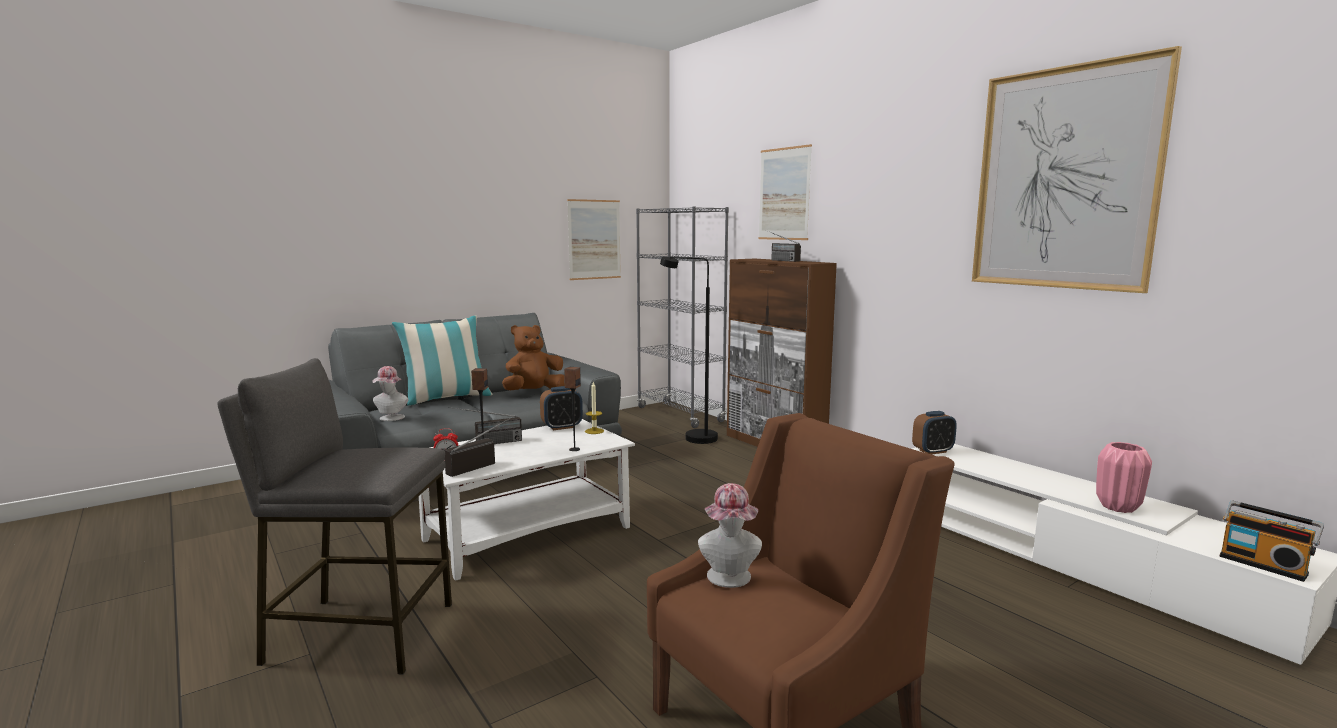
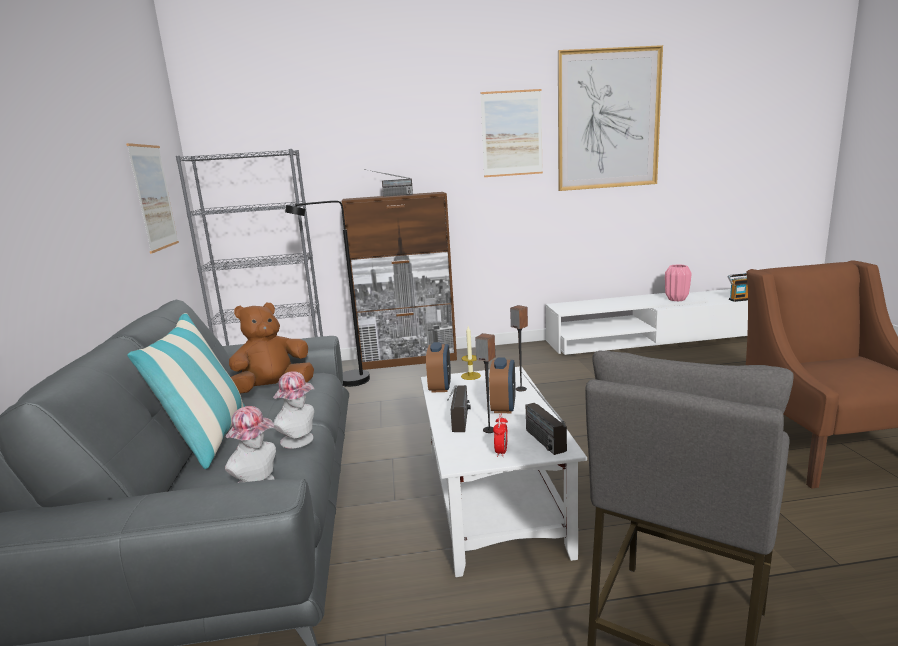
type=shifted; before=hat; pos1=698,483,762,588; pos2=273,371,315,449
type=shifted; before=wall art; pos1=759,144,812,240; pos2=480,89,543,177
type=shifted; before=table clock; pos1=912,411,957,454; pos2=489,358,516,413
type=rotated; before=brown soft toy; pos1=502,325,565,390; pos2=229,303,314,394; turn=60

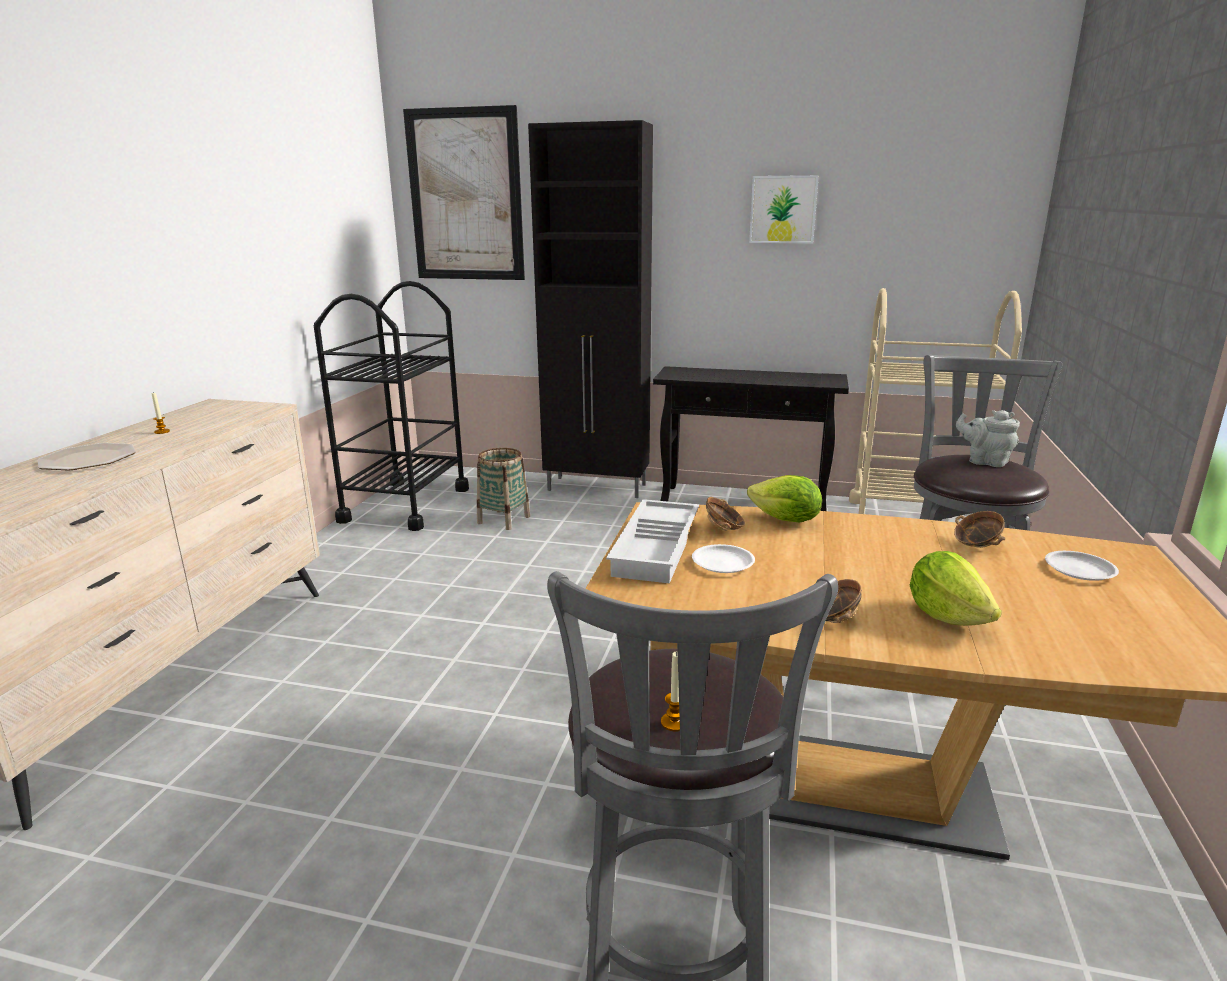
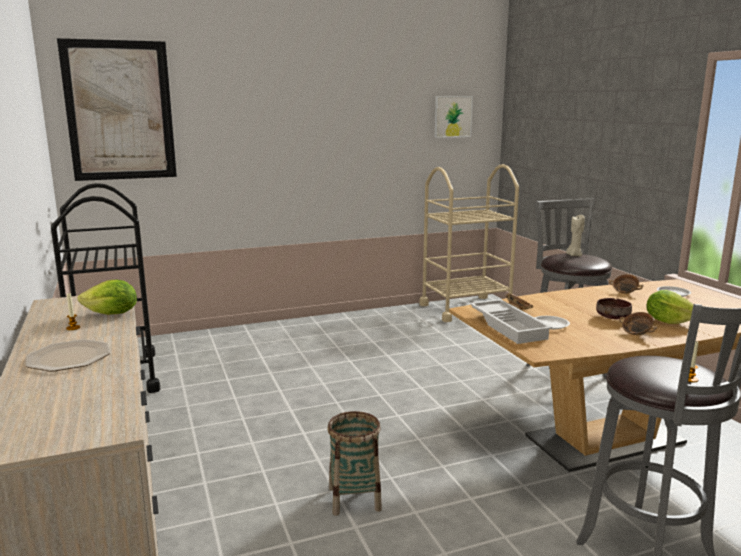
type=gone; before=blackish cupboard; pos1=528,120,653,498
type=gone; before=blackish console table; pos1=653,366,849,511
type=new; after=brown bowl; pos2=596,298,632,319
type=shifted; before=storage basket; pos1=477,448,530,530; pos2=327,411,382,516
type=shifted; before=lettuce; pos1=747,475,822,523; pos2=78,280,137,315
type=shifted; before=wall art; pos1=749,175,819,243; pos2=435,96,473,138
type=swapped; before=grey pot for tea; after=beige wax light; pos1=956,410,1020,467; pos2=566,215,585,256

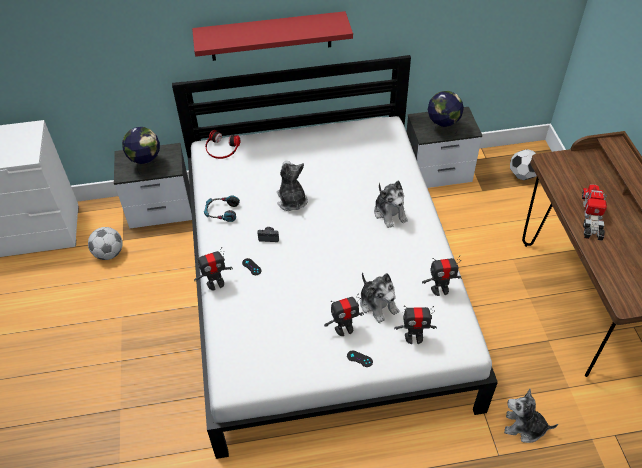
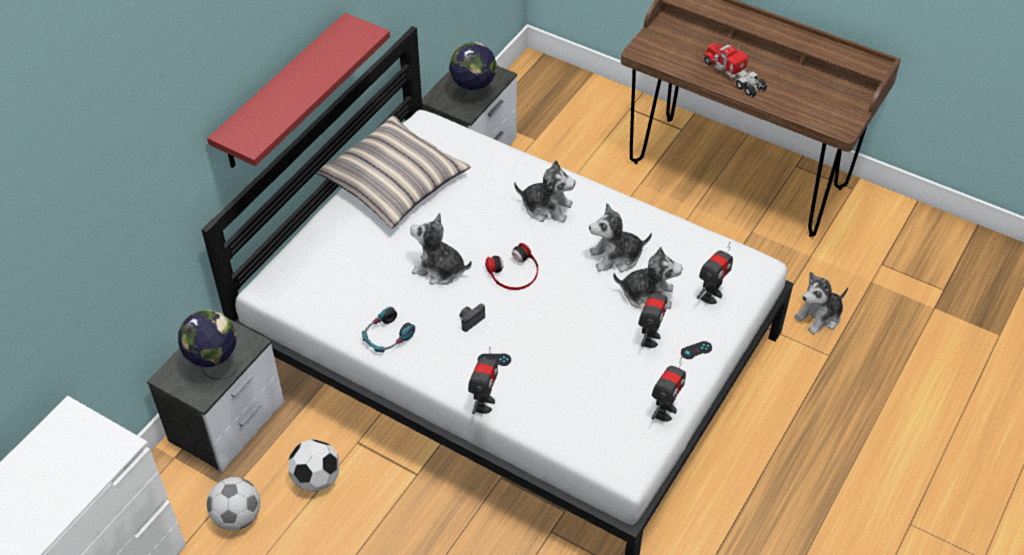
type=new; after=pillow; pos2=316,116,470,228
type=new; after=soft toy; pos2=589,203,652,272
type=shifted; before=pair of headphones; pos1=205,130,240,159; pos2=485,243,538,290
type=shifted; before=toy robot; pos1=422,255,461,296; pos2=652,357,686,422
type=shifted; before=football ball; pos1=510,149,537,180; pos2=288,439,339,491

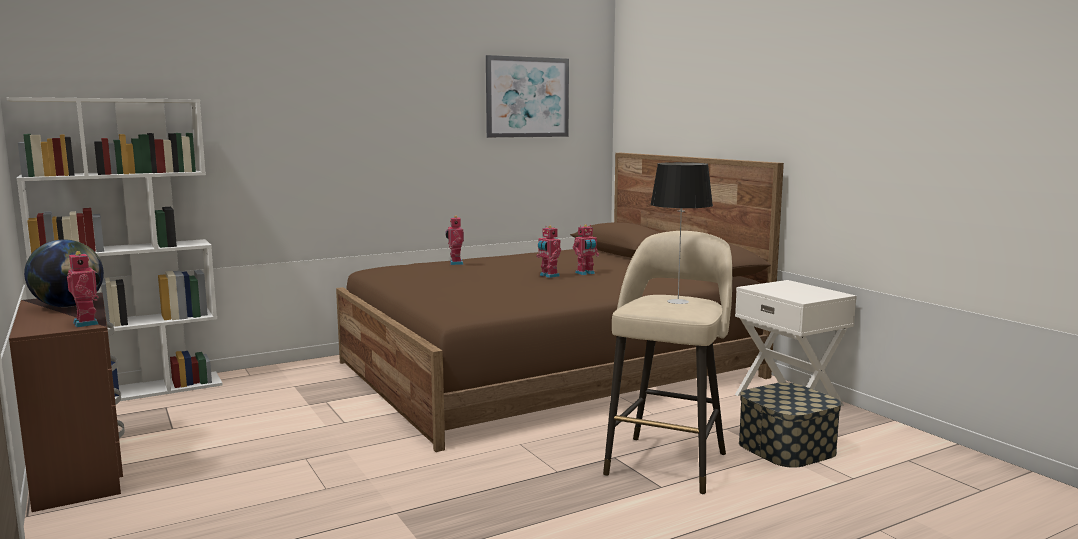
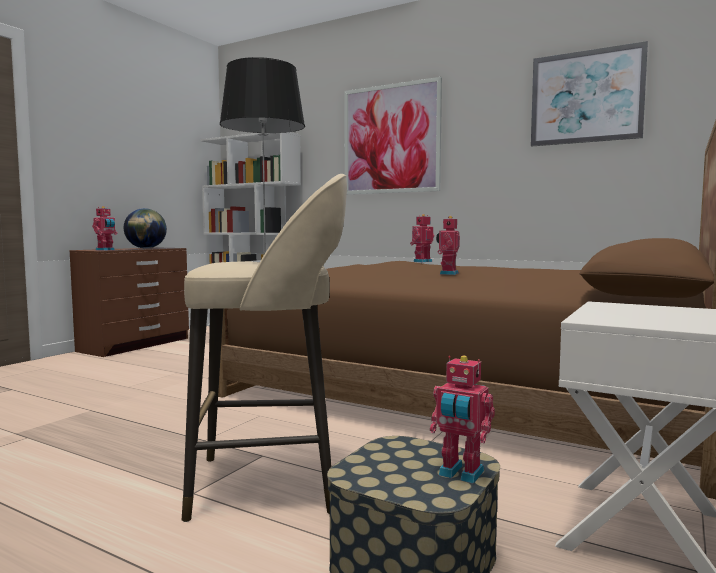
type=new; after=wall art; pos2=344,77,442,195
type=shifted; before=toy robot; pos1=573,224,599,275; pos2=430,356,495,484

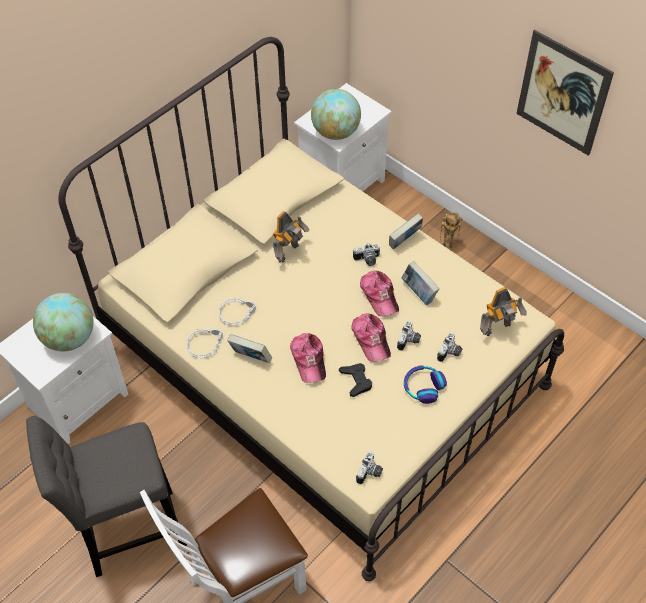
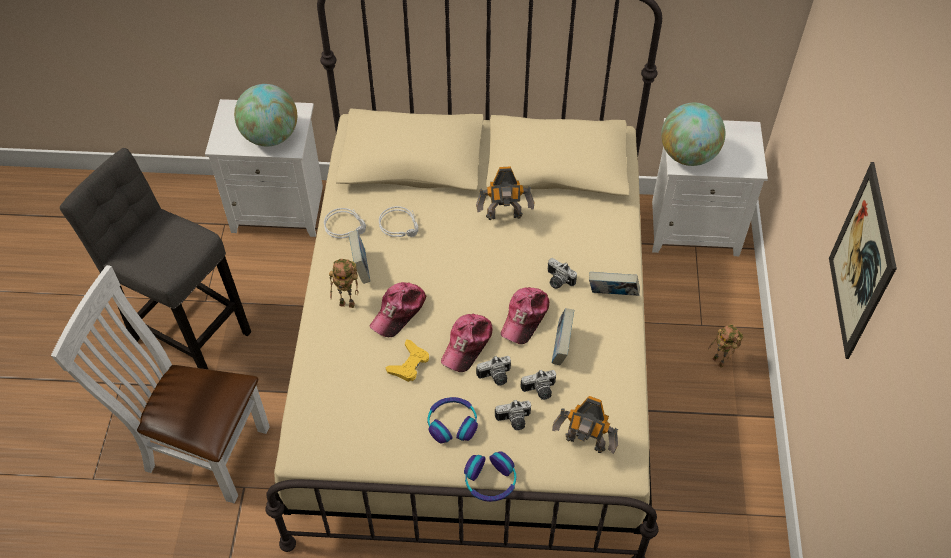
type=new; after=toy robot; pos2=329,259,358,308
type=new; after=pair of headphones; pos2=464,451,516,502
type=shifted; before=still camera; pos1=356,451,383,484; pos2=520,370,556,400
type=repainted; before=blackish gamepad; after=yellow gamepad; pos1=339,363,372,397; pos2=385,340,429,382

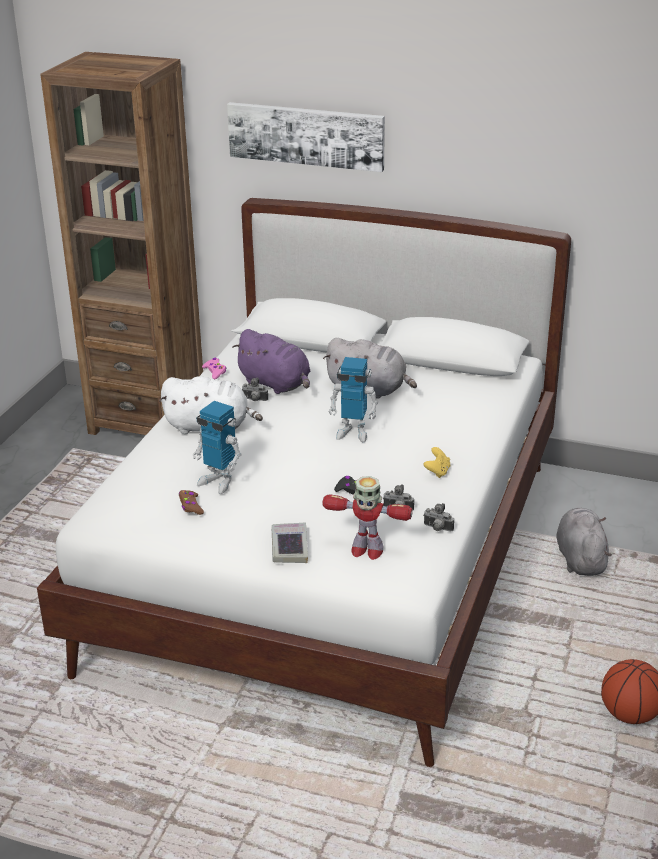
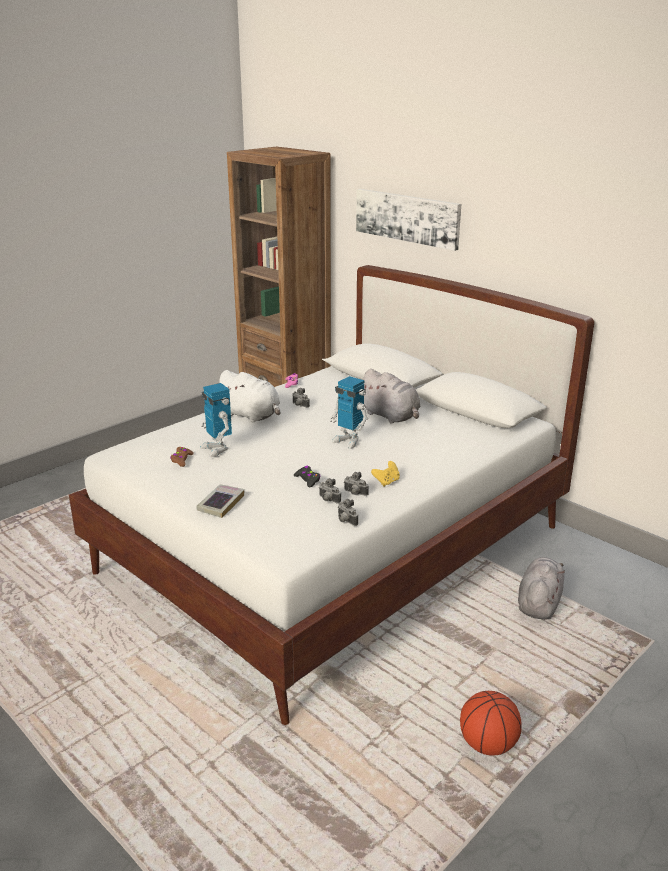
type=gone; before=purplish soft toy; pos1=232,329,310,394
type=gone; before=toy robot; pos1=322,476,413,560
type=new; after=still camera; pos2=344,472,369,496

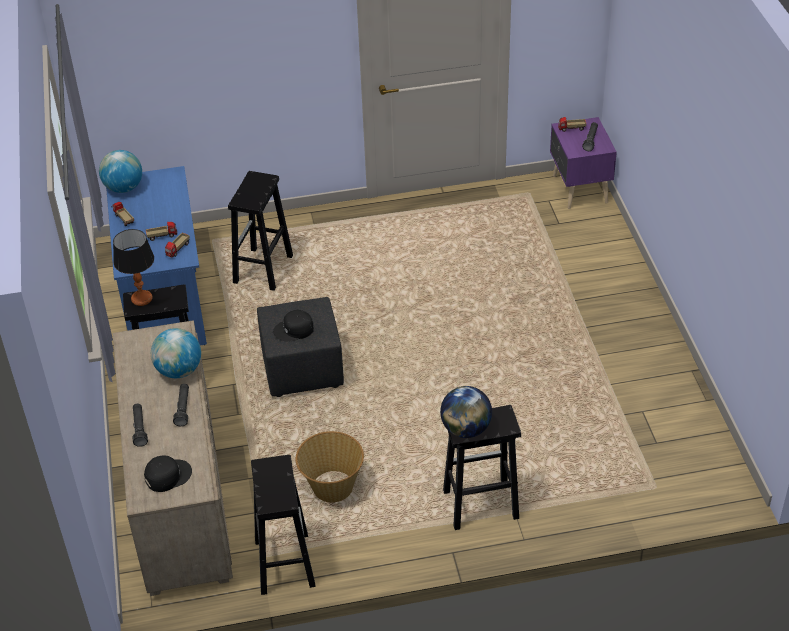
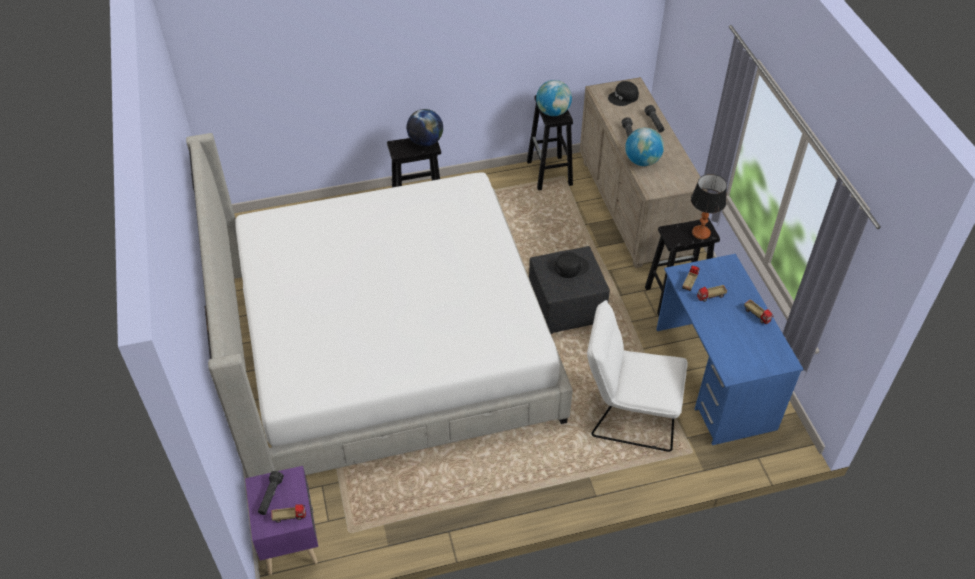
type=gone; before=storage basket; pos1=296,431,364,502
type=new; after=bedroom bed; pos2=186,133,573,478
type=shifted; before=globe; pos1=99,150,142,193; pos2=536,80,572,116
type=swapped; before=blackish stool; after=white upright chair; pos1=228,171,293,291; pos2=587,300,688,452

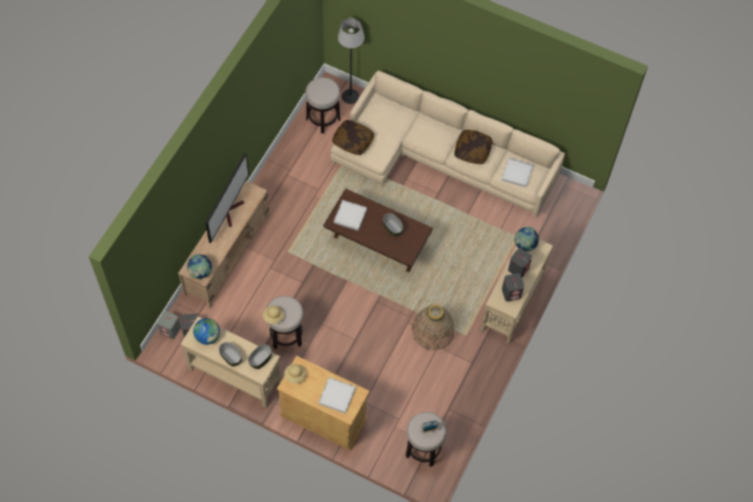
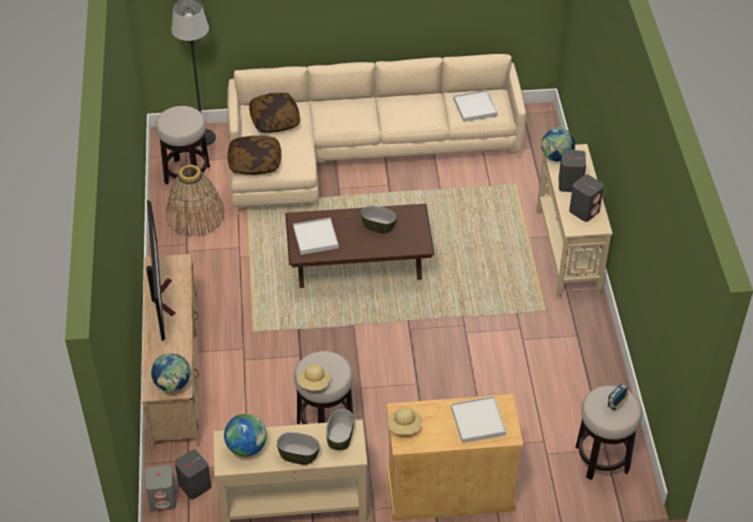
type=shifted; before=storage basket; pos1=412,304,455,350; pos2=166,165,225,237
type=shifted; before=pillow; pos1=454,130,492,164; pos2=249,93,300,133

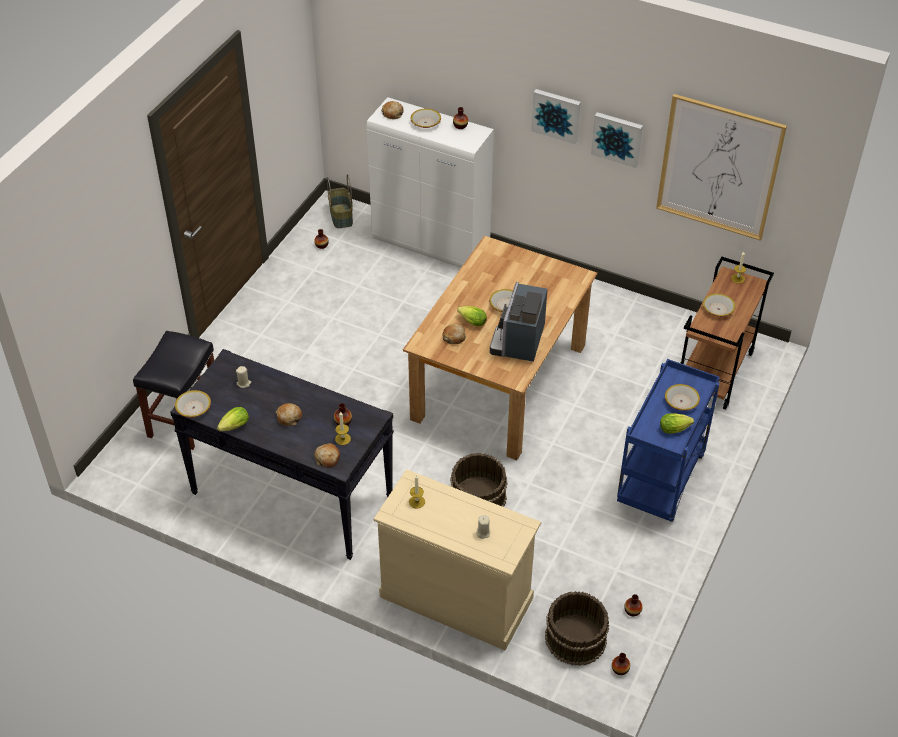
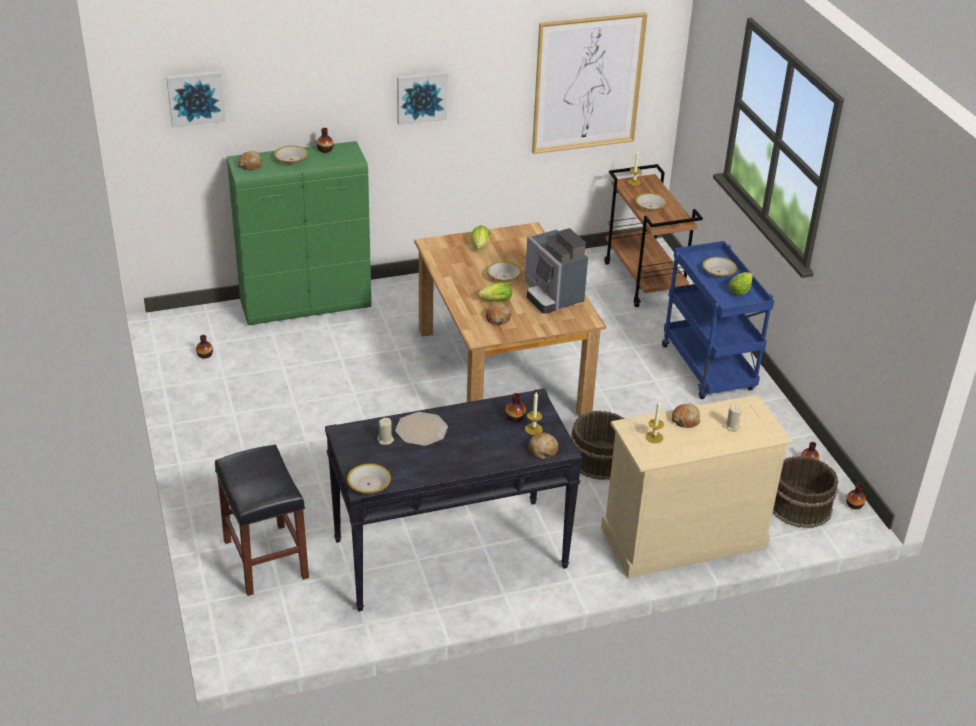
type=gone; before=storage basket; pos1=327,174,353,228
type=new; after=dinner plate; pos2=395,412,448,446
type=shifted; before=lettuce; pos1=217,407,249,432; pos2=471,225,491,250
type=shifted; before=bread; pos1=276,403,302,426; pos2=672,404,701,428
type=shifted; before=wall art; pos1=591,112,643,168; pos2=166,70,226,128
type=repainted; before=white cupboard; after=green cupboard; pos1=367,97,494,268; pos2=227,141,371,325

